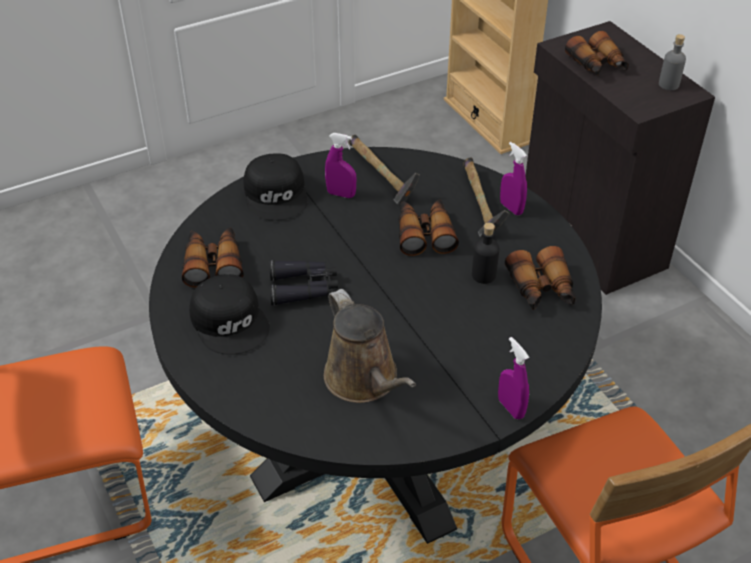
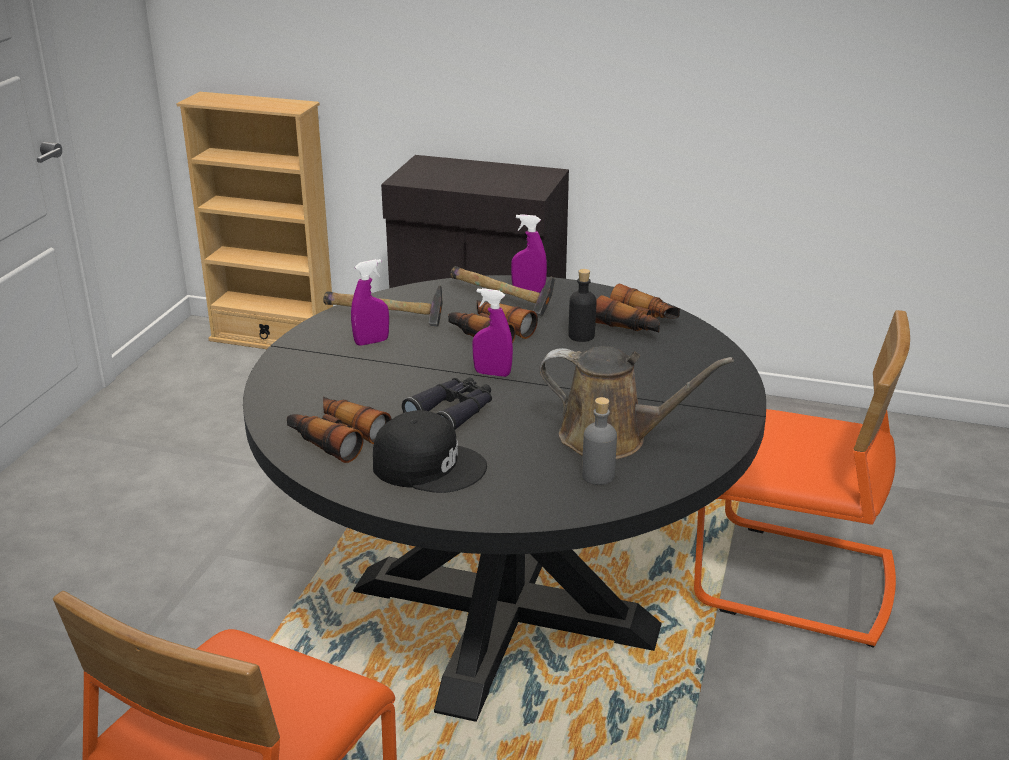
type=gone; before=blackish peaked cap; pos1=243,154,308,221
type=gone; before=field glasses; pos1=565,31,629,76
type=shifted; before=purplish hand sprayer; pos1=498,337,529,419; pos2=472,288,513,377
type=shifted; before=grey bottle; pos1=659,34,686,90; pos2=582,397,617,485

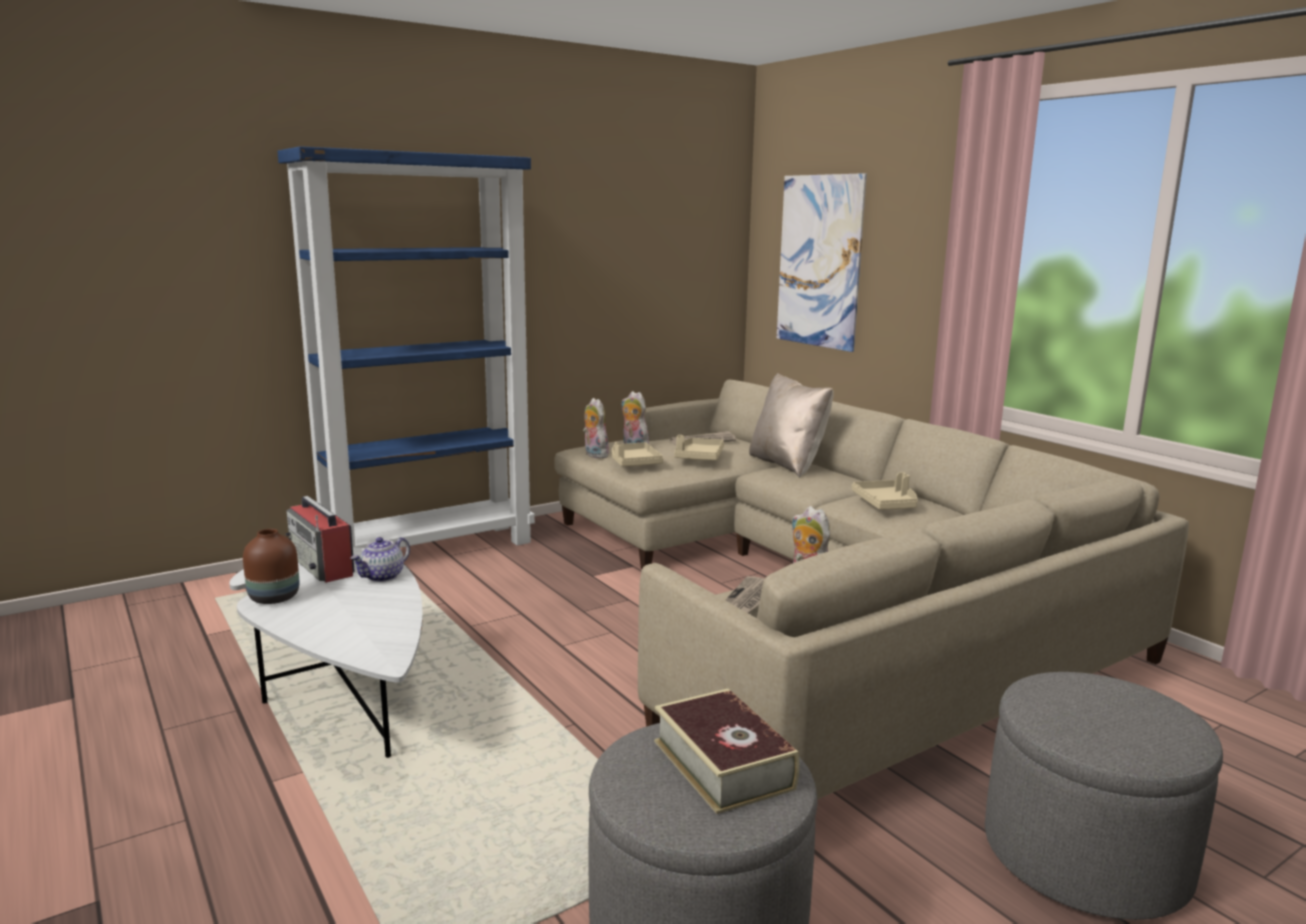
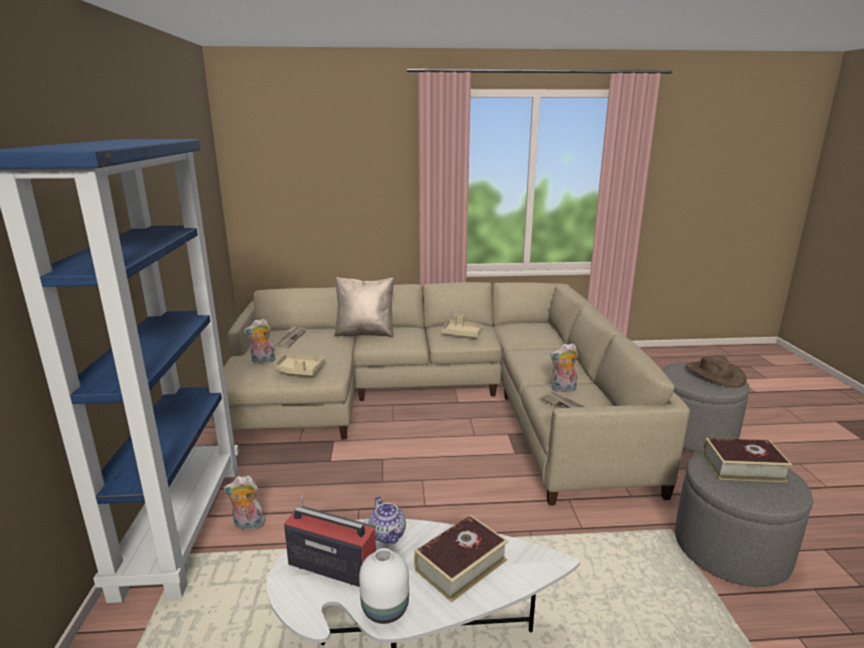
type=gone; before=beige carrying tray; pos1=674,435,724,460
type=gone; before=wall art; pos1=777,173,867,352
type=new; after=volume; pos2=414,515,508,603
type=new; after=brown hat; pos2=686,355,746,388
type=shifted; before=soft toy; pos1=583,398,611,458; pos2=223,476,267,530
type=repainted; before=brown flower vase; after=white flower vase; pos1=243,529,299,604; pos2=359,548,409,624
type=rotated; before=radio set; pos1=285,496,355,583; pos2=284,495,376,587; turn=-150

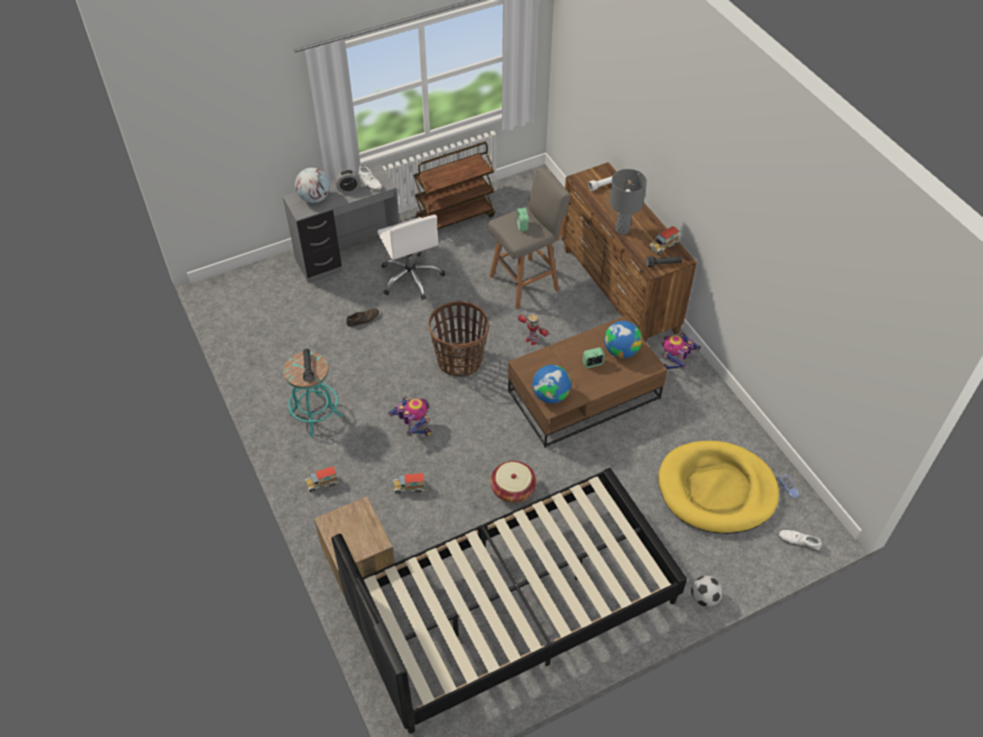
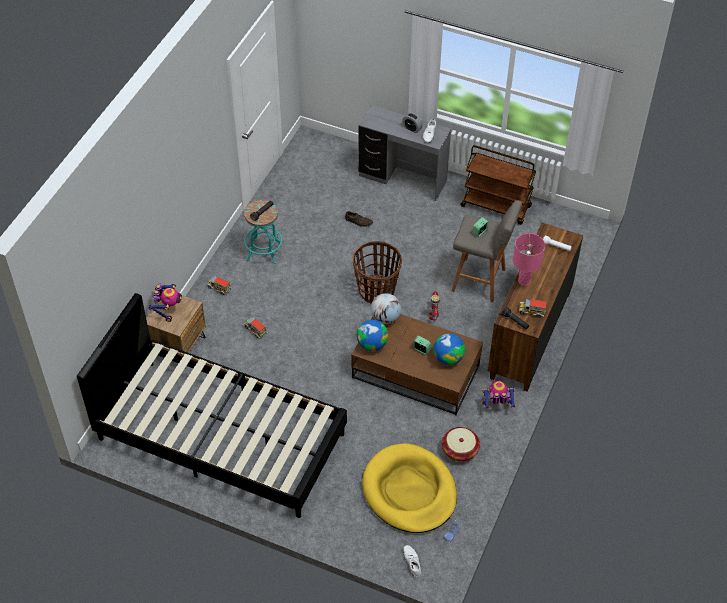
type=gone; before=white computer chair; pos1=377,215,445,300
type=gone; before=football ball; pos1=691,576,723,607
type=shifted; before=globe; pos1=295,168,330,203; pos2=371,293,401,324
type=shifted; before=toy robot; pos1=388,397,431,436; pos2=149,283,182,322
type=shifted; before=storage basket; pos1=490,461,537,502; pos2=442,427,480,461
type=repainted; before=grey tabletop lamp; after=pink-coloured tabletop lamp; pos1=609,169,647,234; pos2=513,233,545,286

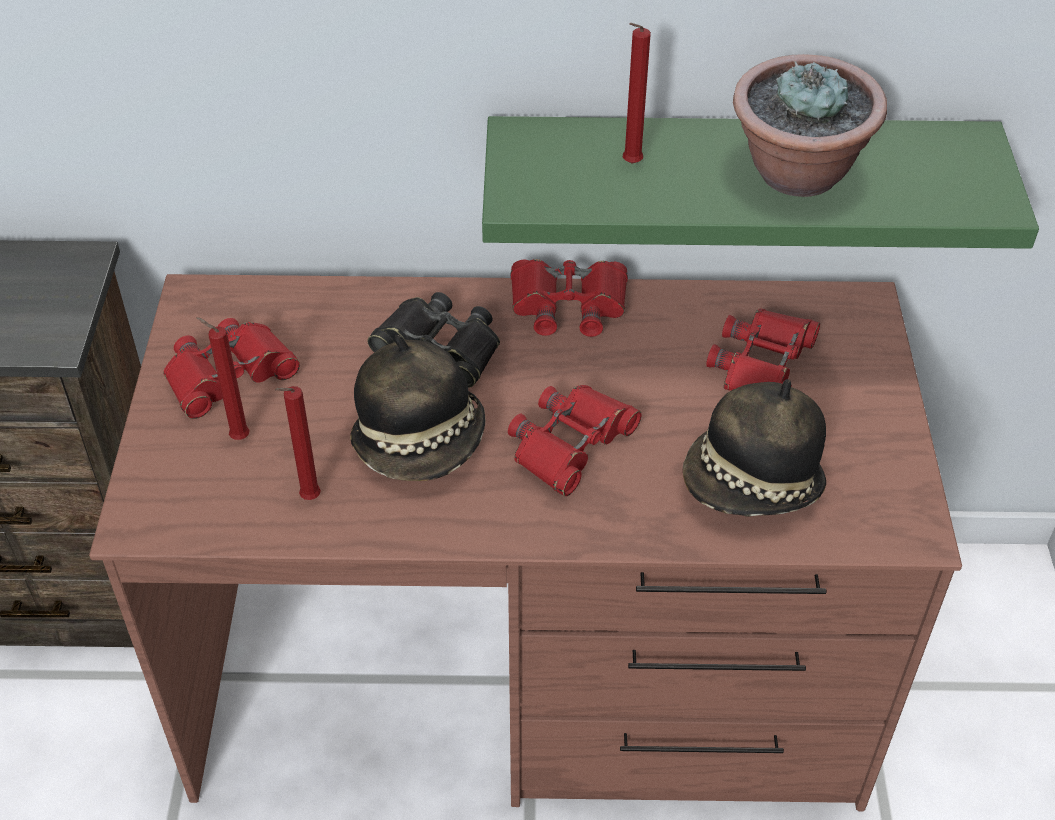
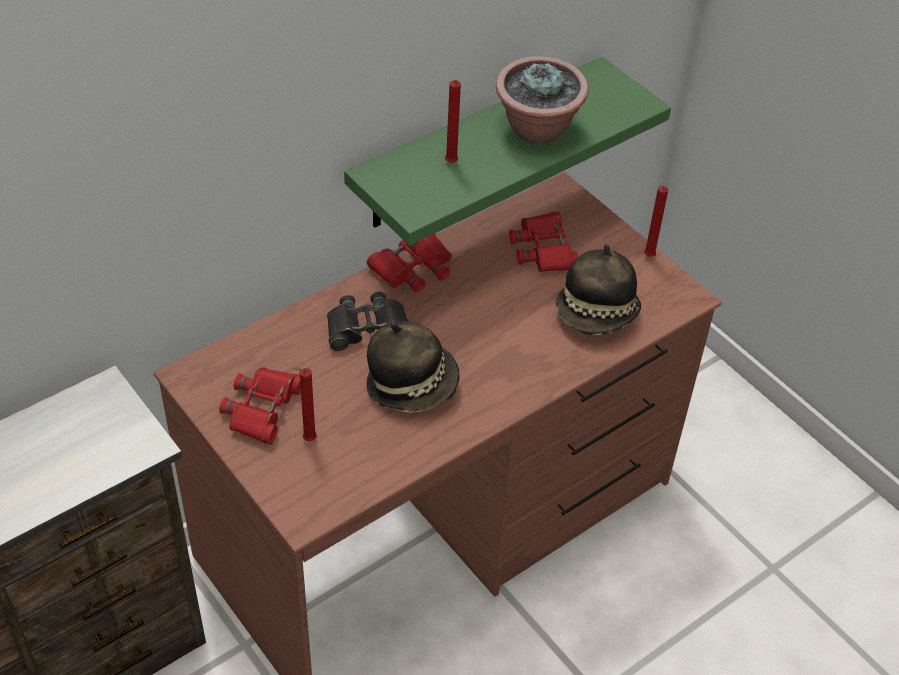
type=gone; before=reddish field glasses; pos1=508,385,642,497
type=shifted; before=reddish wax light; pos1=275,386,321,500; pos2=644,186,668,257

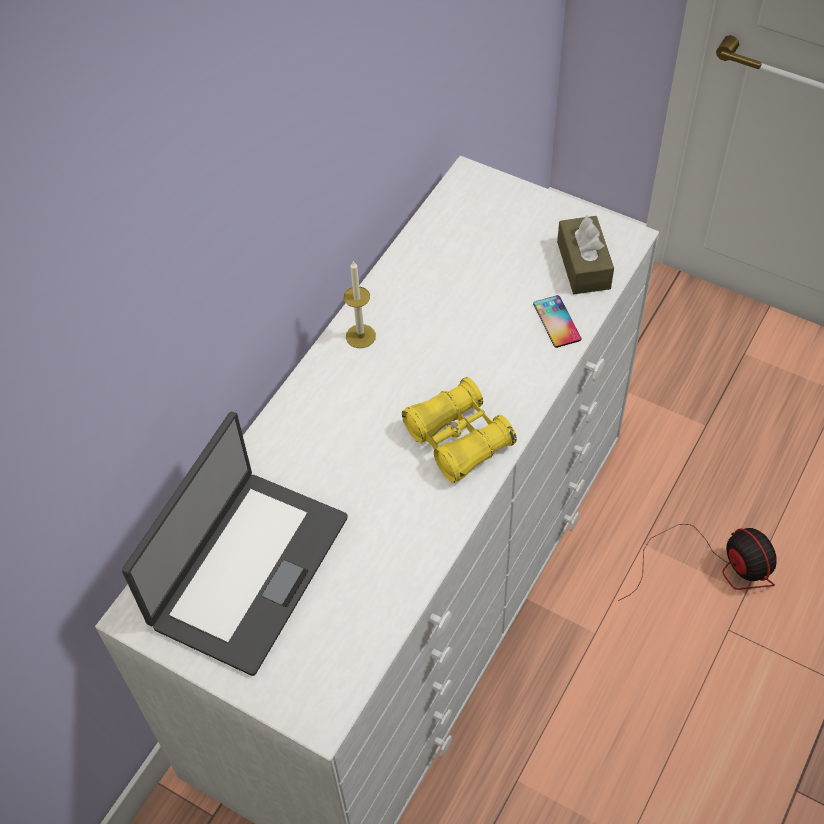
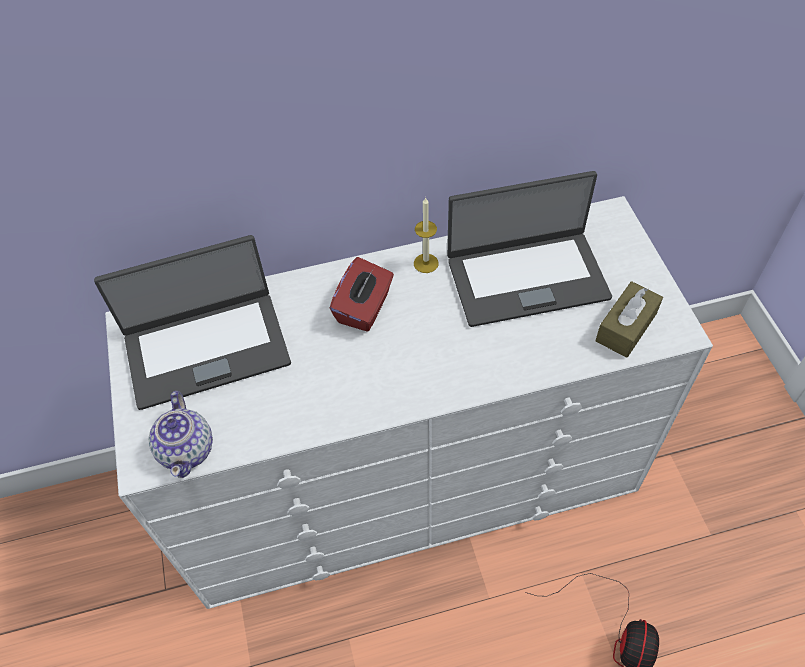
type=gone; before=yellow field glasses; pos1=402,377,517,483
type=gone; before=phone; pos1=533,295,581,348
type=new; after=pot for tea; pos2=148,391,213,478
type=new; after=reddish tissue holder; pos2=330,257,394,332
type=new; after=portable computer; pos2=447,171,612,327

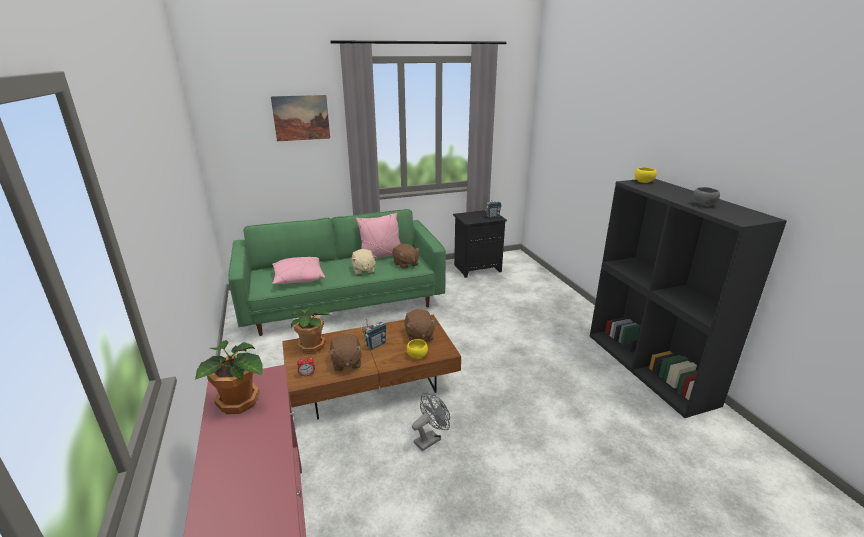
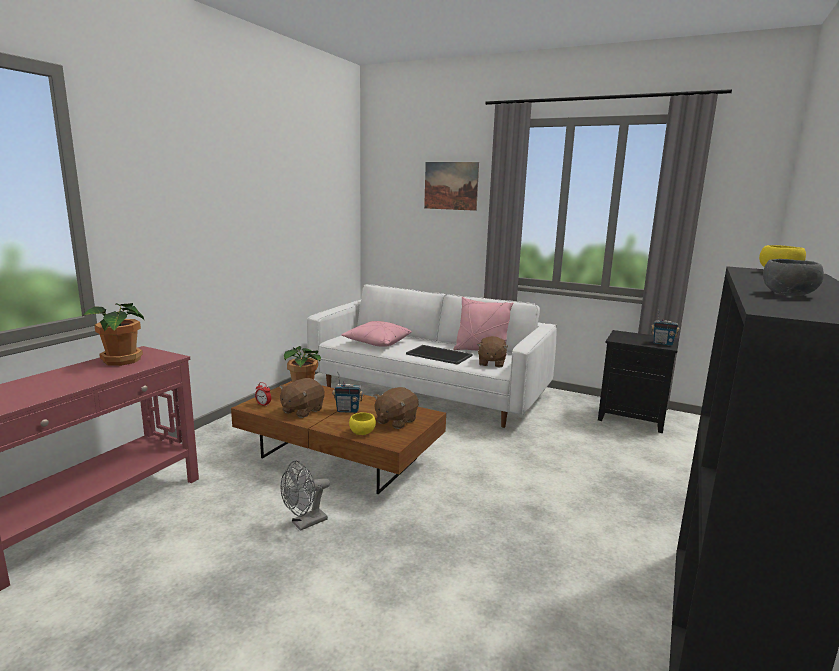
type=swapped; before=beige soft toy; after=carrying tray; pos1=351,249,376,275; pos2=406,345,472,365
type=repainted; before=green sofa; after=white sofa; pos1=228,209,446,336; pos2=307,284,557,428
type=rotated; before=grey cooling fan; pos1=412,393,450,451; pos2=281,461,330,531; turn=135

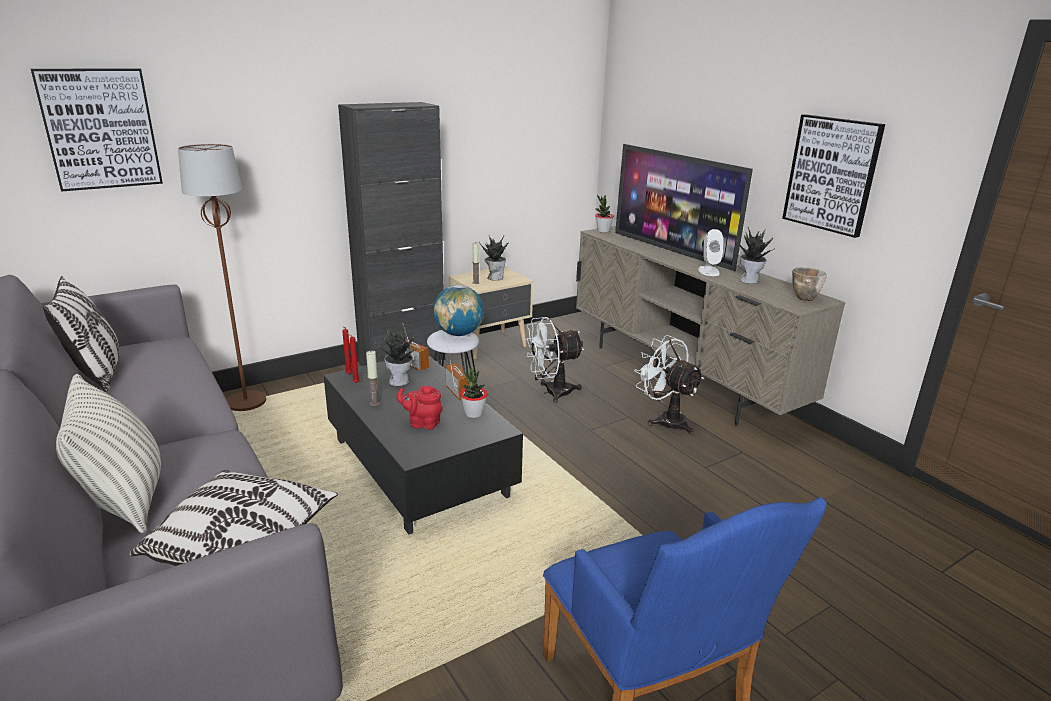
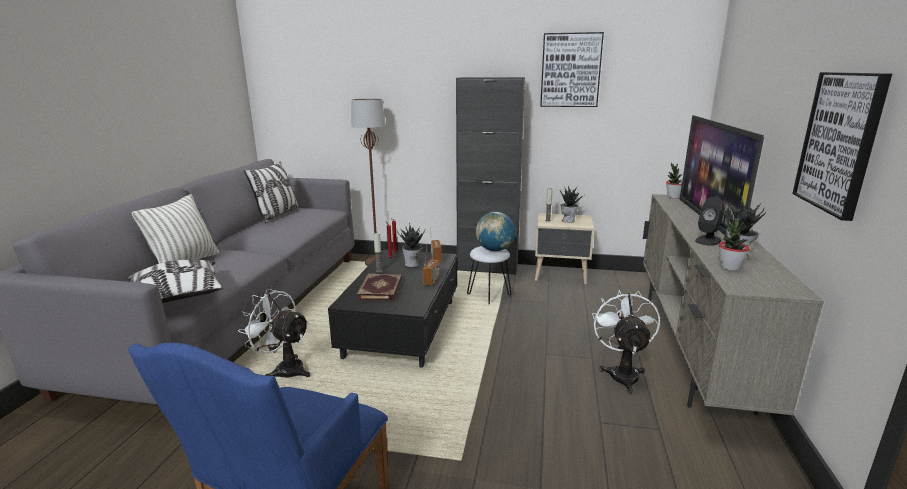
type=gone; before=bowl; pos1=792,267,827,301
type=shifted; before=wall art; pos1=31,68,163,192; pos2=540,32,604,107
type=shifted; before=houseplant; pos1=460,367,488,418; pos2=719,218,749,271
type=shifted; before=white cooling fan; pos1=525,317,584,403; pos2=238,289,310,377
type=swapped; before=reddish pot for tea; after=volume; pos1=396,386,443,430; pos2=357,273,402,301
type=repainted; before=white loudspeaker; after=blackish loudspeaker; pos1=698,229,723,276; pos2=695,197,725,246

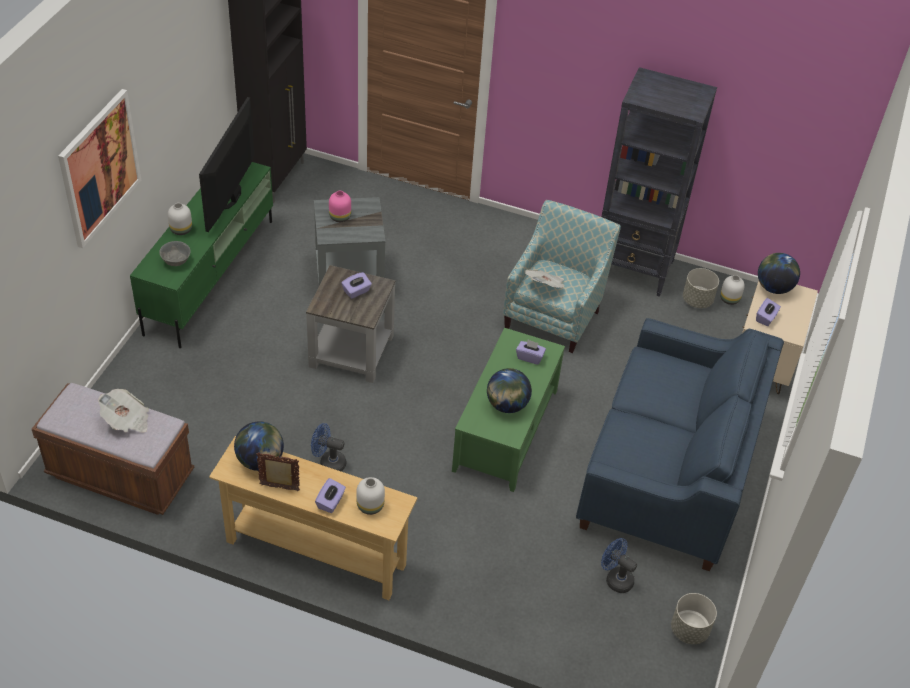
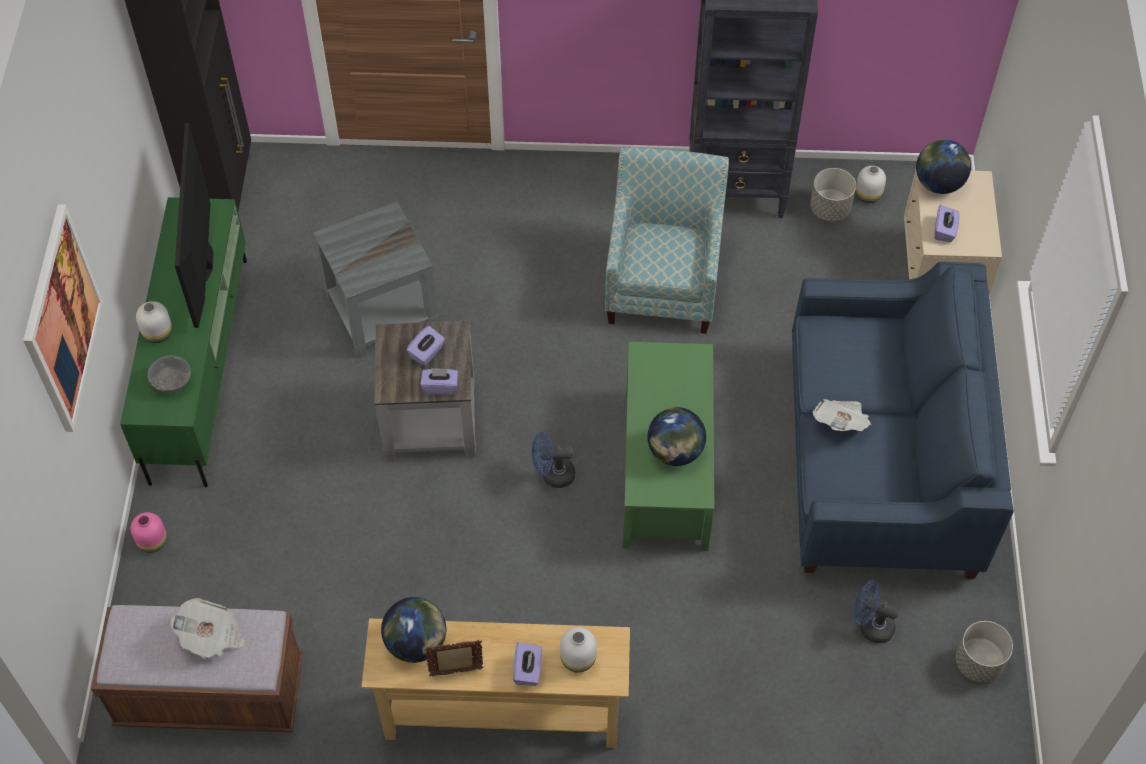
type=shifted; before=bluish cooling fan; pos1=311,423,346,472; pos2=532,432,575,488
type=shifted; before=pink-coloured flower vase; pos1=329,191,351,222; pos2=131,512,167,553
type=shifted; before=purplish tissue holder; pos1=516,340,546,365; pos2=420,368,458,395
type=shifted; before=printed paper; pos1=525,270,564,288; pos2=812,399,871,431

